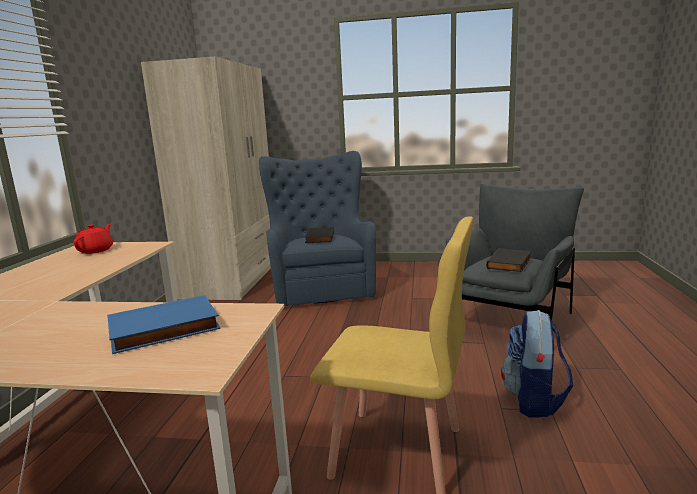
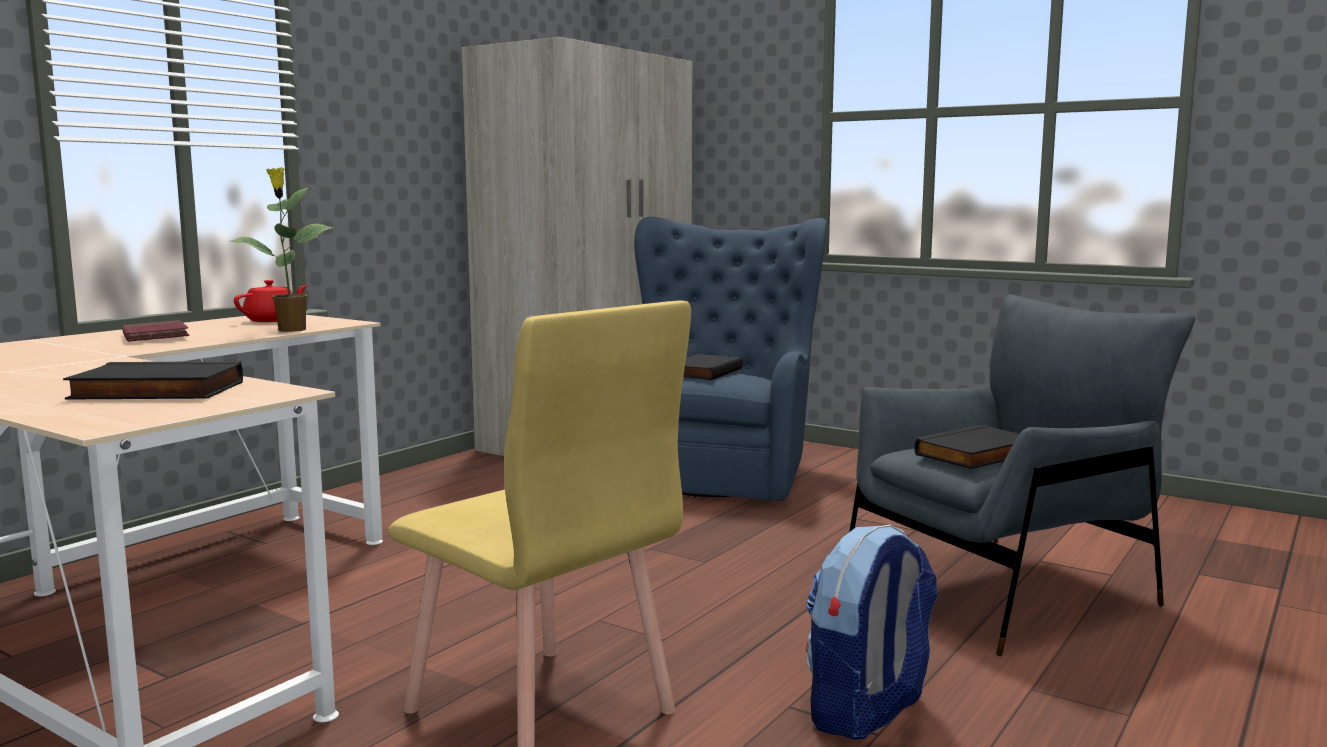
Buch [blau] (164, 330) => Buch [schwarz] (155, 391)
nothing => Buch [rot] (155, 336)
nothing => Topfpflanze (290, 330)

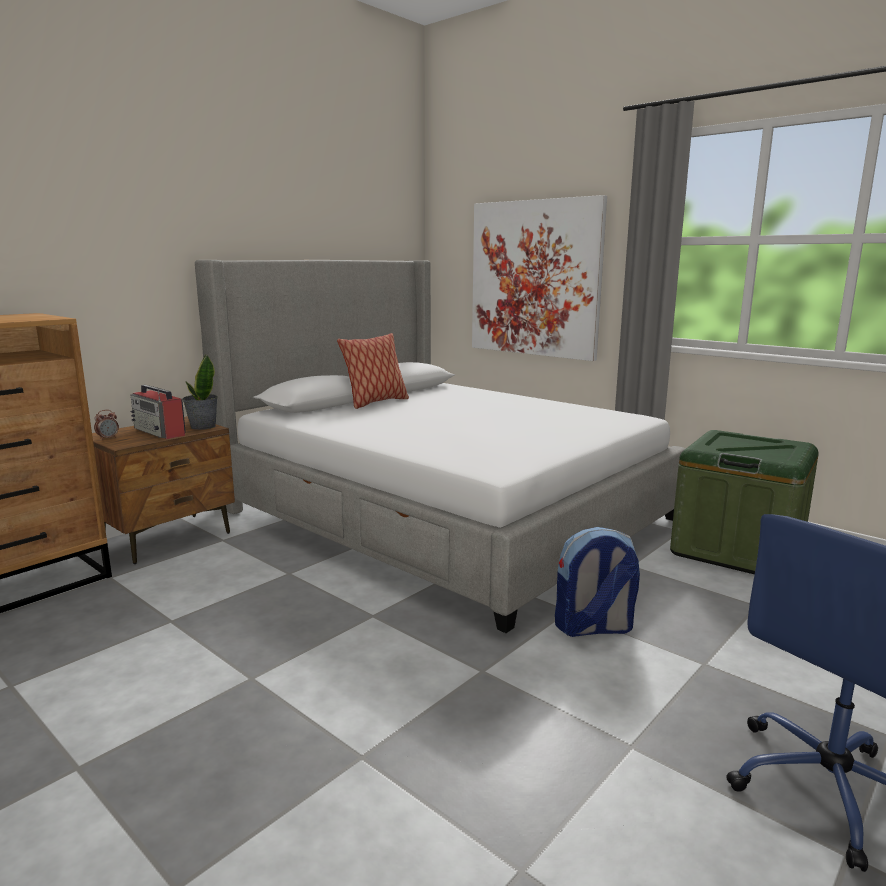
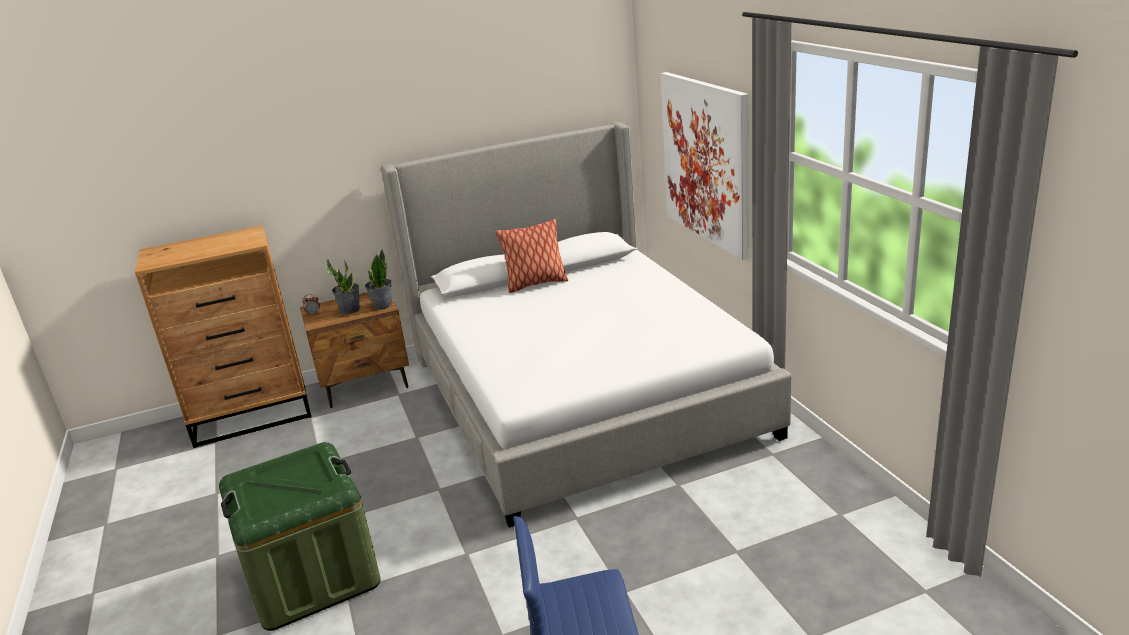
Aufbewahrungsbox [grün] (737, 549) => Aufbewahrungsbox [grün] (312, 576), move
Radio (160, 432) => Topfpflanze (350, 310)
Rucksack (593, 628) => nothing

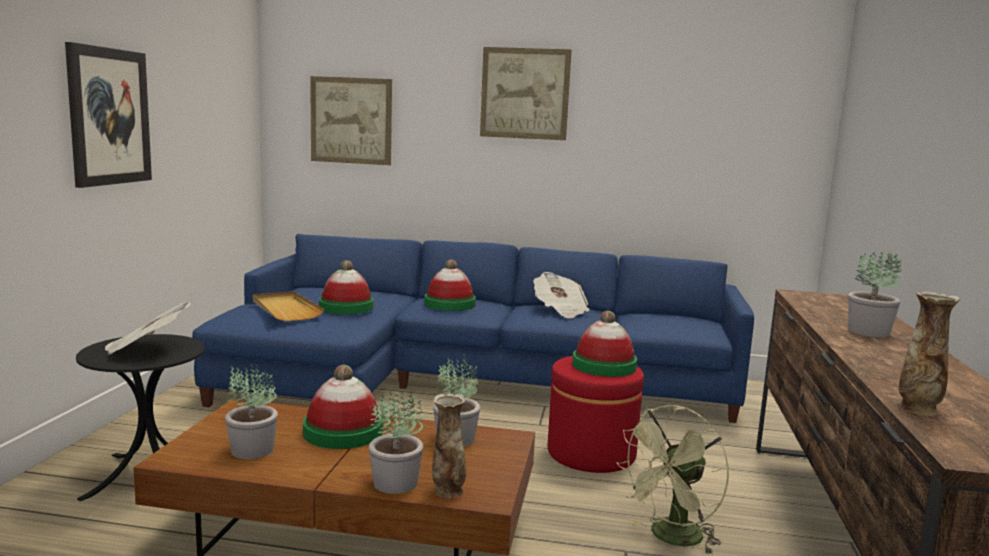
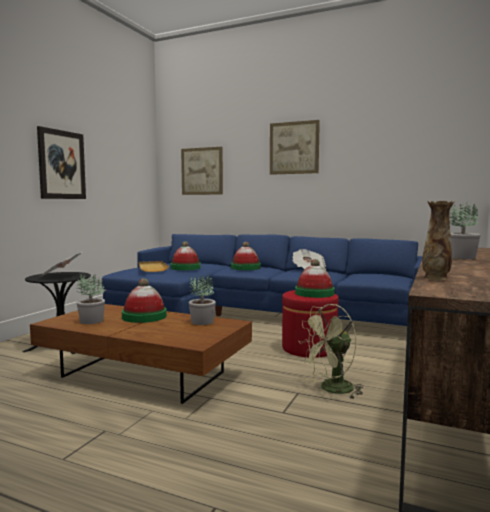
Topfpflanze (396, 483) => nothing
Vase (447, 491) => nothing

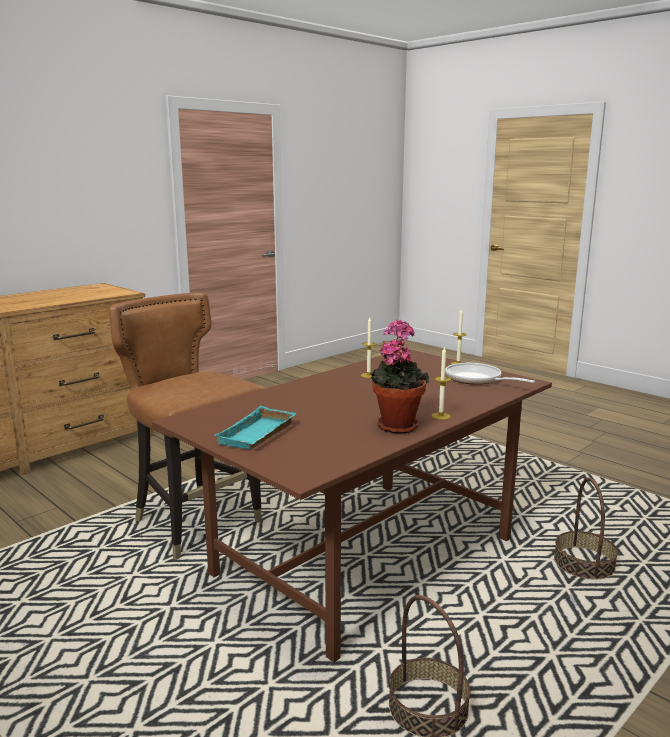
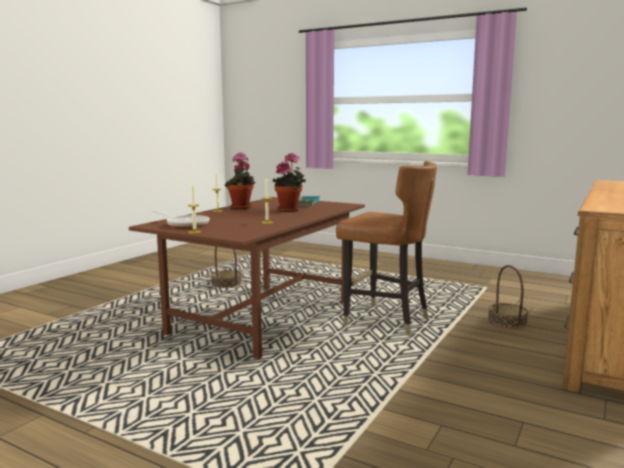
nothing => Topfpflanze (290, 210)
Korb (583, 564) => Korb (507, 321), move

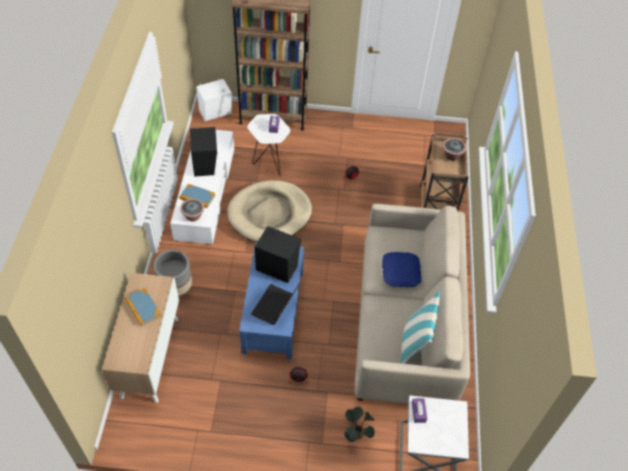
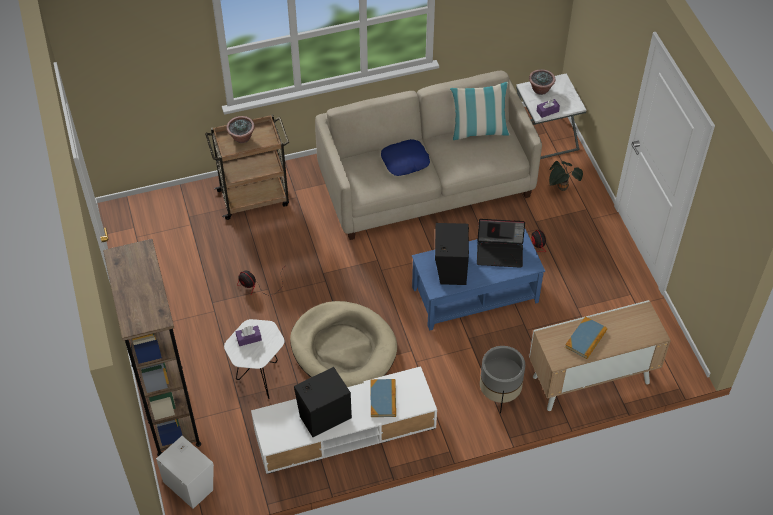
Topfpflanze (193, 216) => Topfpflanze (540, 89), move

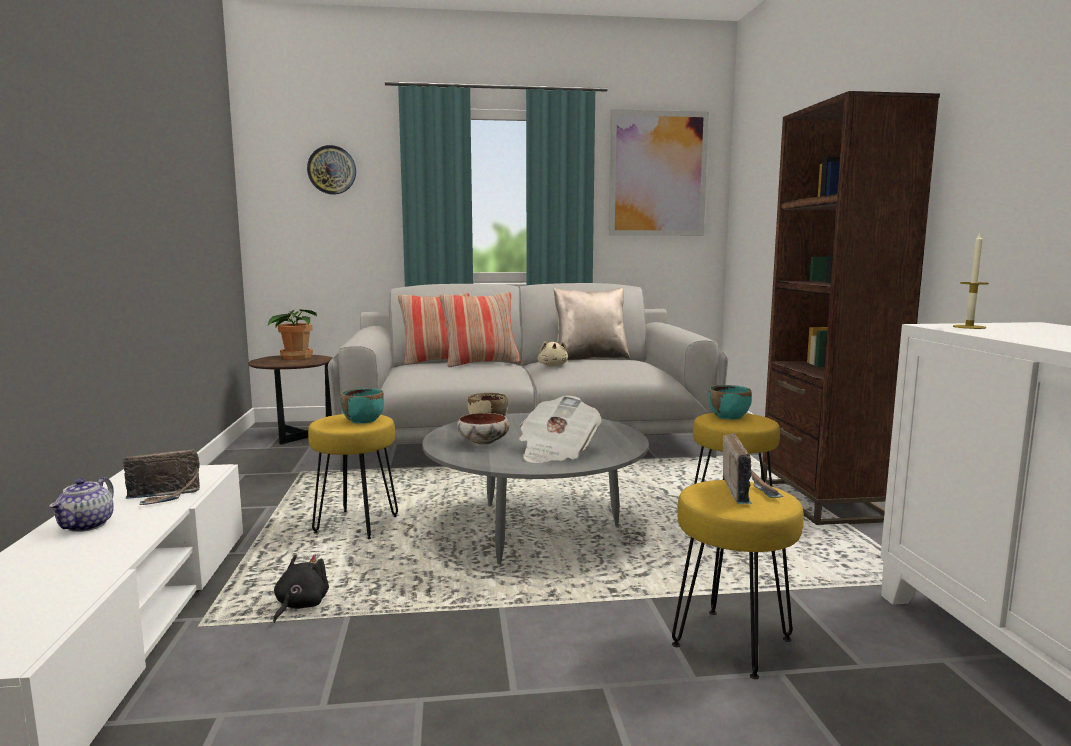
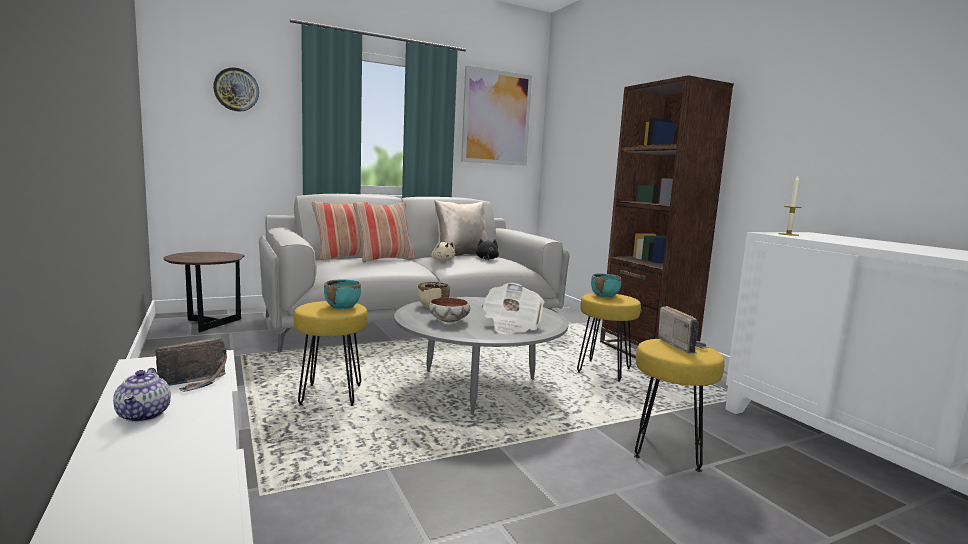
Plüschtier [schwarz] (300, 605) => Plüschtier [schwarz] (486, 259), move
Topfpflanze (295, 357) => nothing

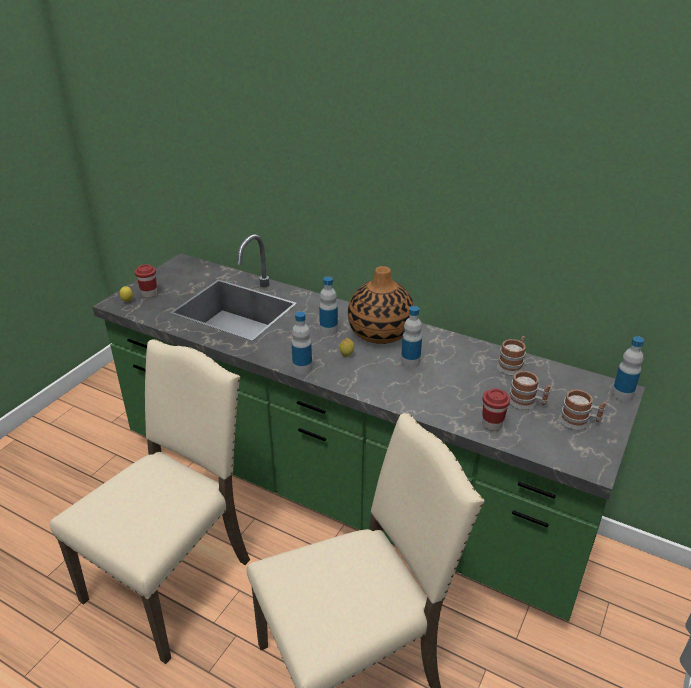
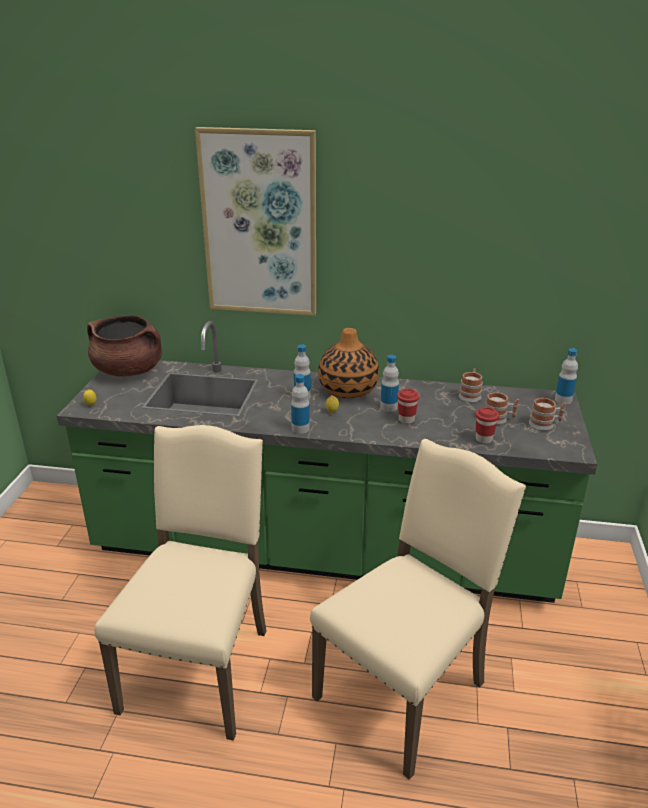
nothing => Kochtopf [braun] (129, 371)
nothing => Bild (260, 224)
Tasse [rot] (149, 294) => Tasse [rot] (406, 420), move

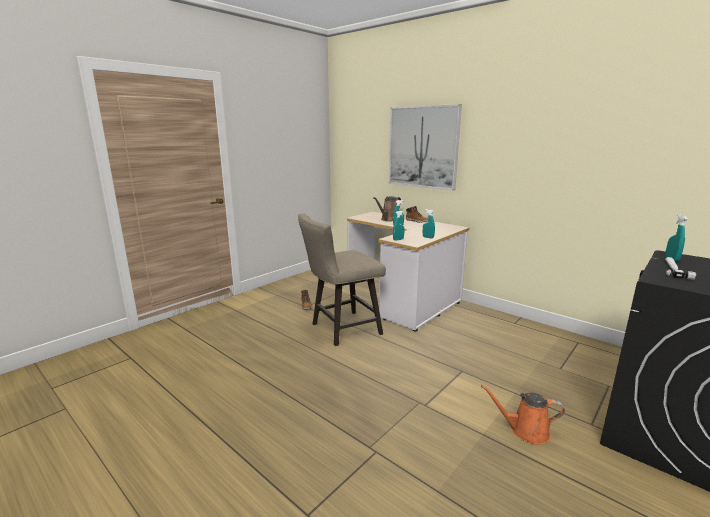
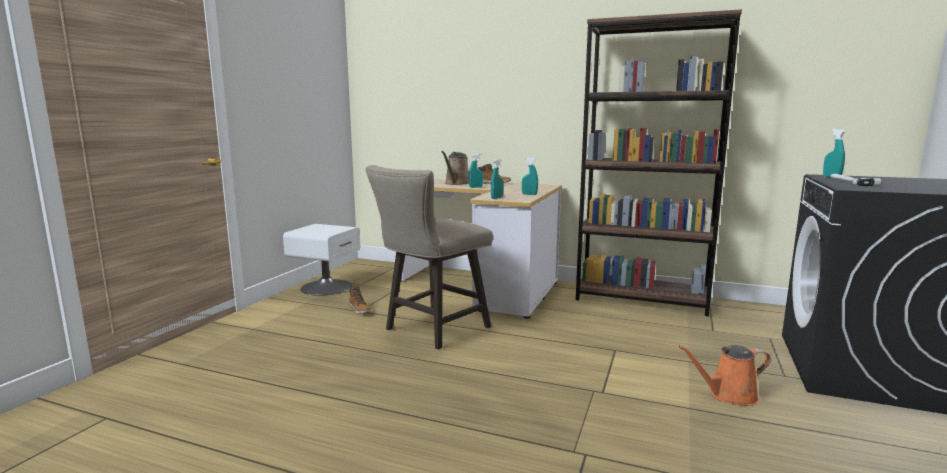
nothing => Nachttisch [weiß] (325, 287)
nothing => Bücherregal [braun] (641, 299)
Bild (423, 147) => nothing

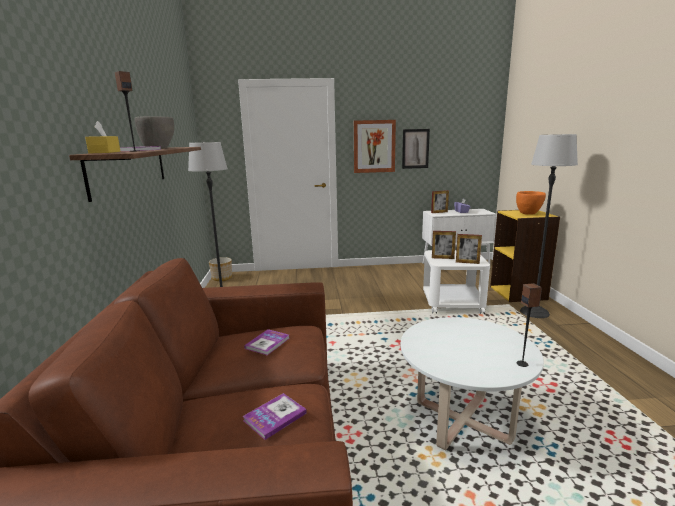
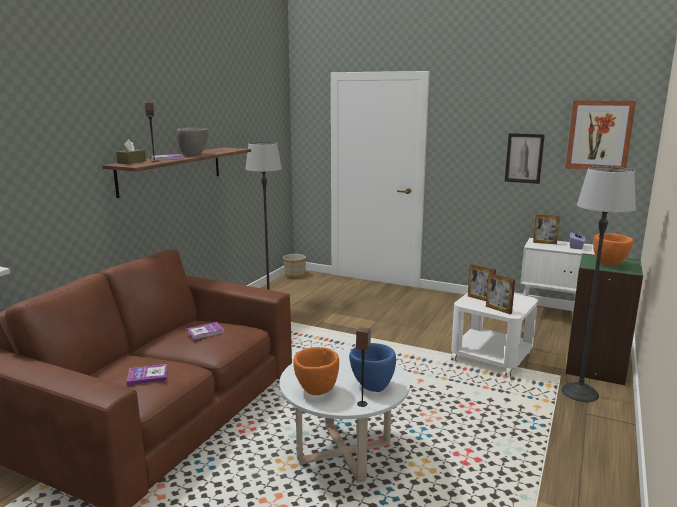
Taschentuchbox [gelb] (105, 152) => Taschentuchbox [braun] (132, 162)
nothing => Schüssel [orange] (316, 391)
nothing => Schüssel [blau] (372, 386)
Bild (374, 146) => Bild (599, 135), move
Bücherregal [gelb] (518, 293) => Bücherregal [grün] (596, 367)

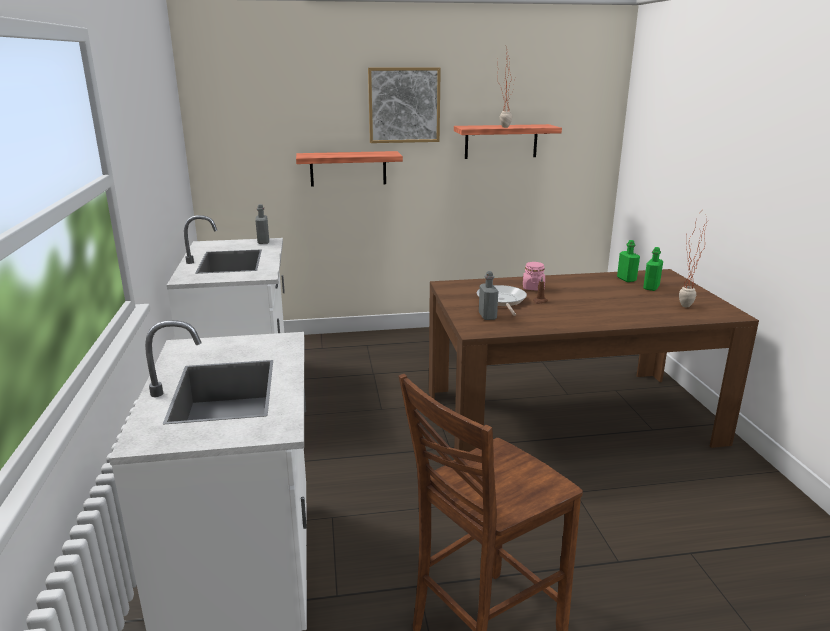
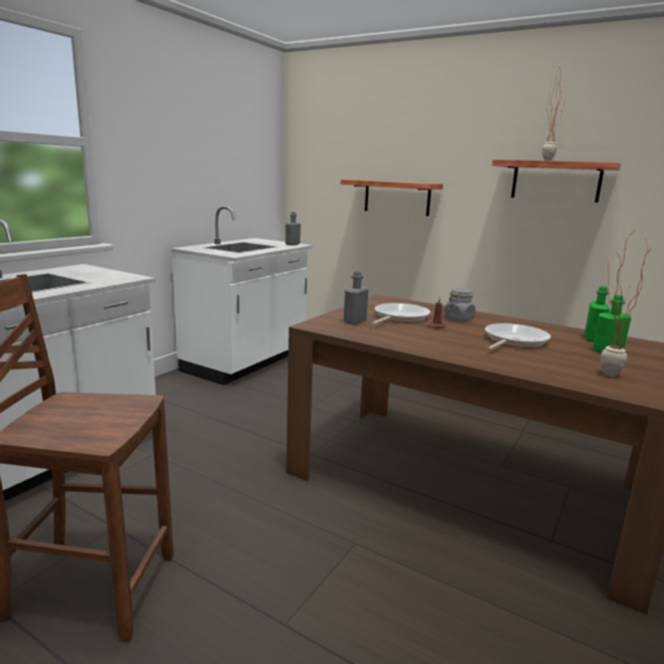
Vorratsglas [rosa] (533, 288) => Vorratsglas [grau] (458, 318)
nothing => Pfanne (513, 341)
Bild (404, 105) => nothing

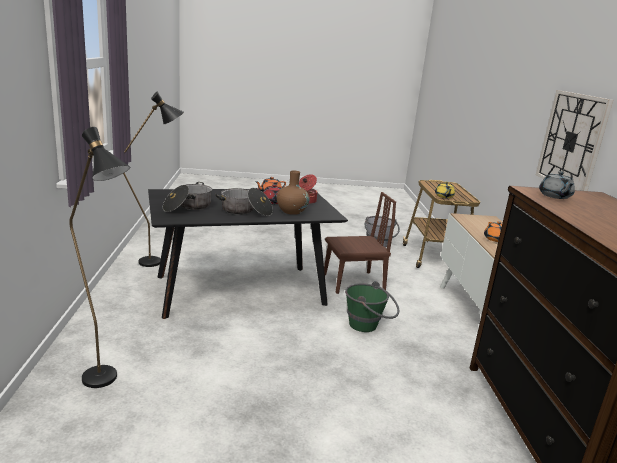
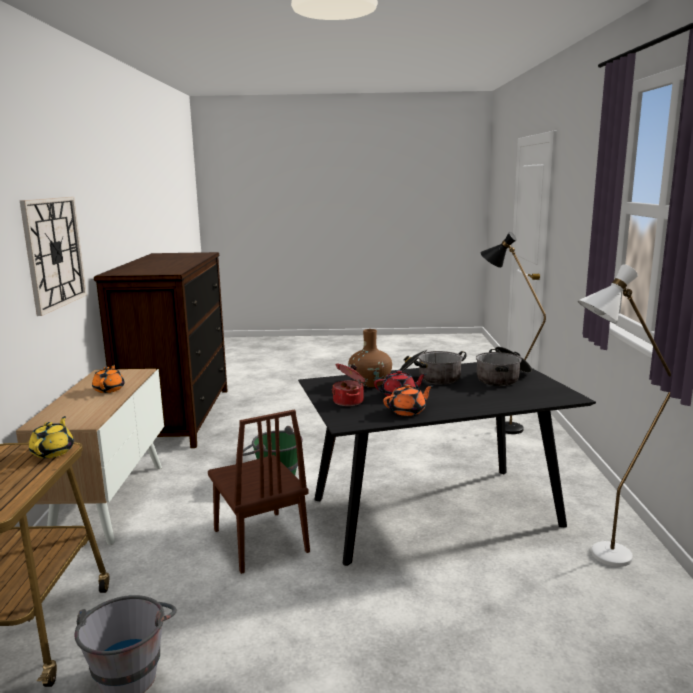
Stuhl [braun] (353, 282) => Stuhl [braun] (260, 540), 105 degrees counterclockwise
Stehlampe [schwarz] (158, 262) => Stehlampe [weiß] (599, 558)
Teekanne [grau] (555, 196) => nothing

